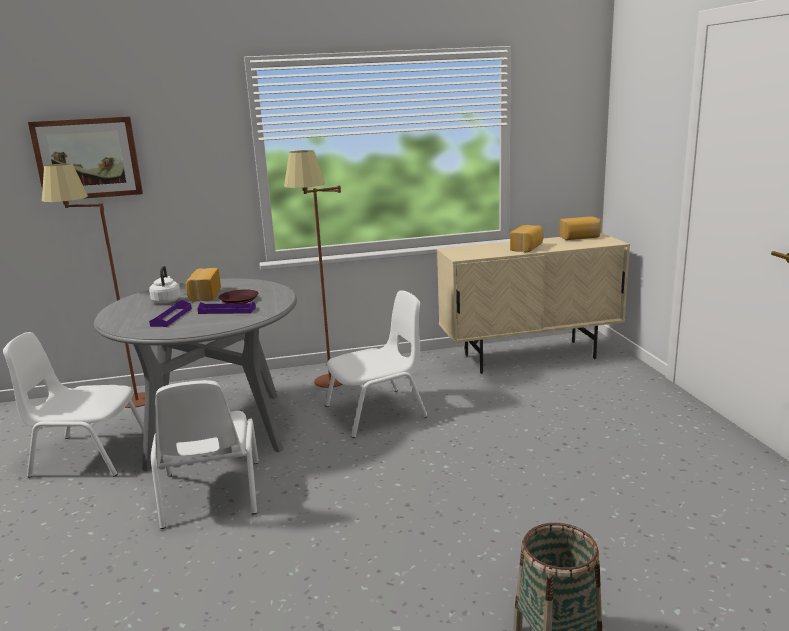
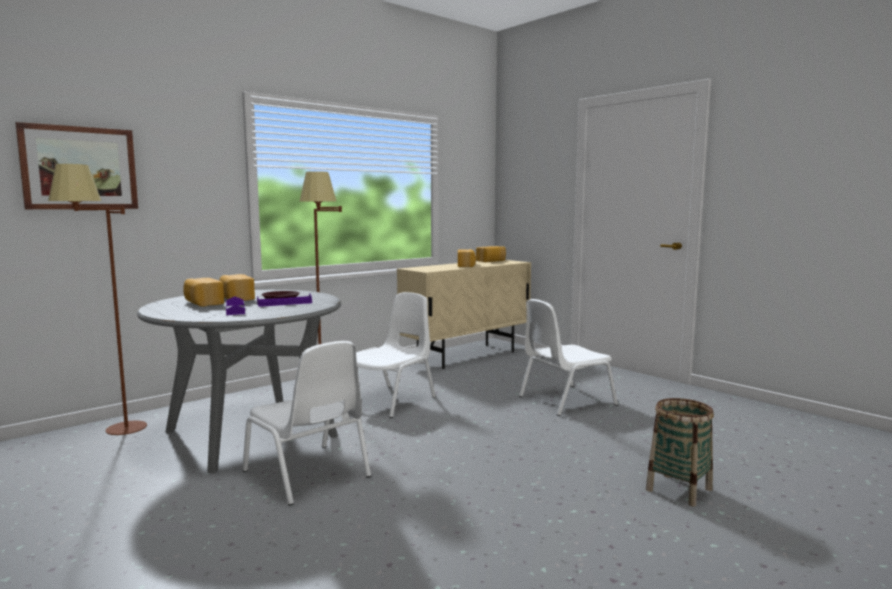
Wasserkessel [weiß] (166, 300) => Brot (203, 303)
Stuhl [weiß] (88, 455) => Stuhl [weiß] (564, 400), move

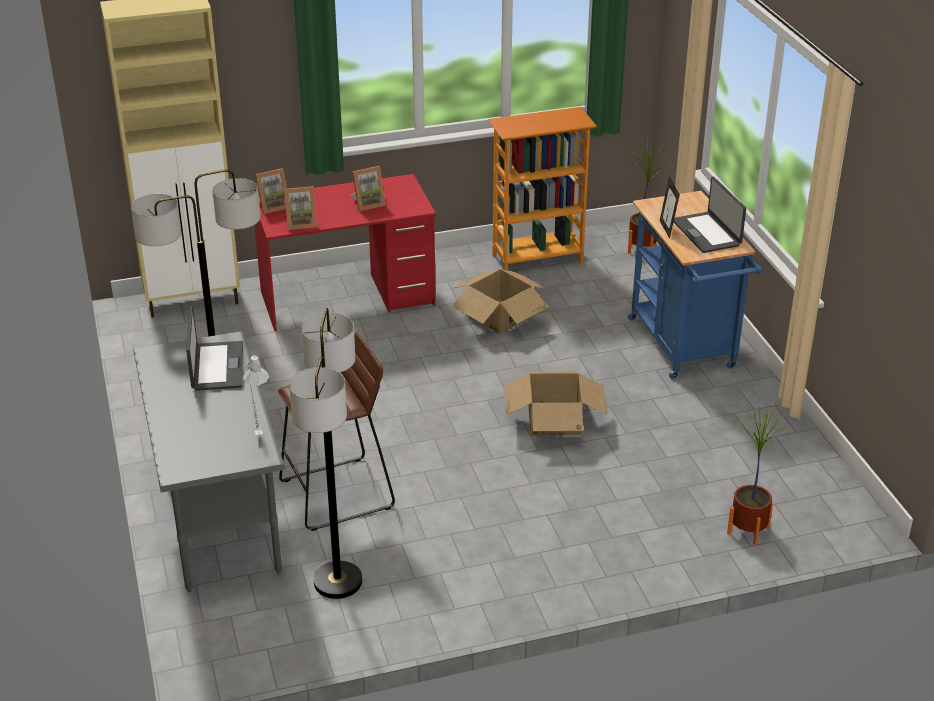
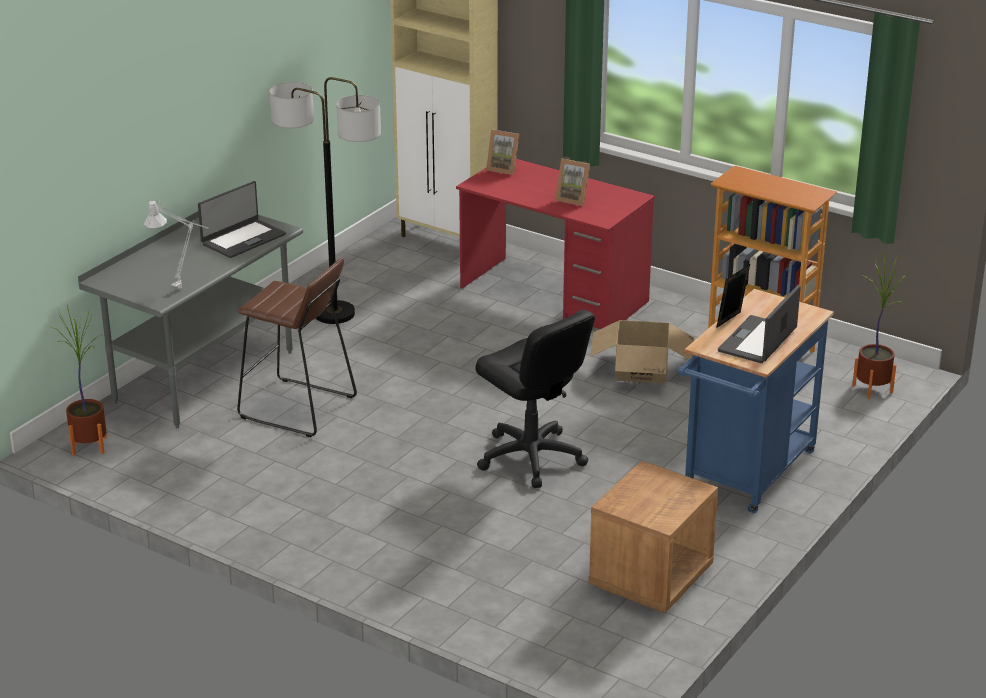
Topfpflanze (747, 531) => Topfpflanze (89, 445), move
Karton (554, 420) => Bürostuhl [schwarz] (531, 458)
nothing => Nachttisch [braun] (651, 578)
Bilderrahmen (301, 223) => nothing
Stehlampe (337, 581) => nothing

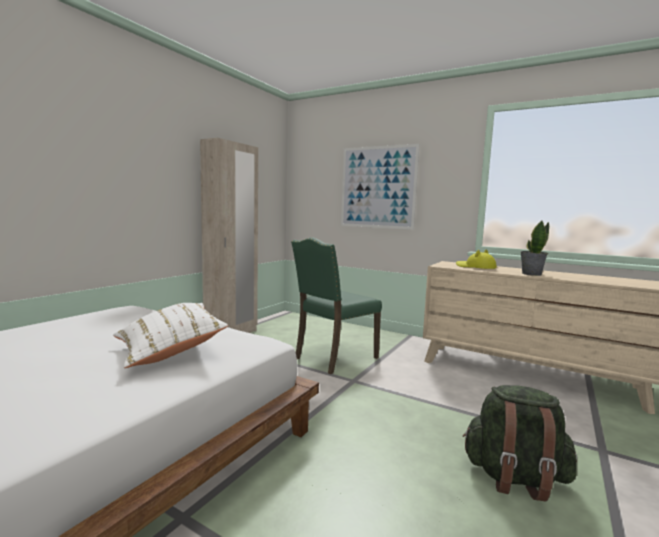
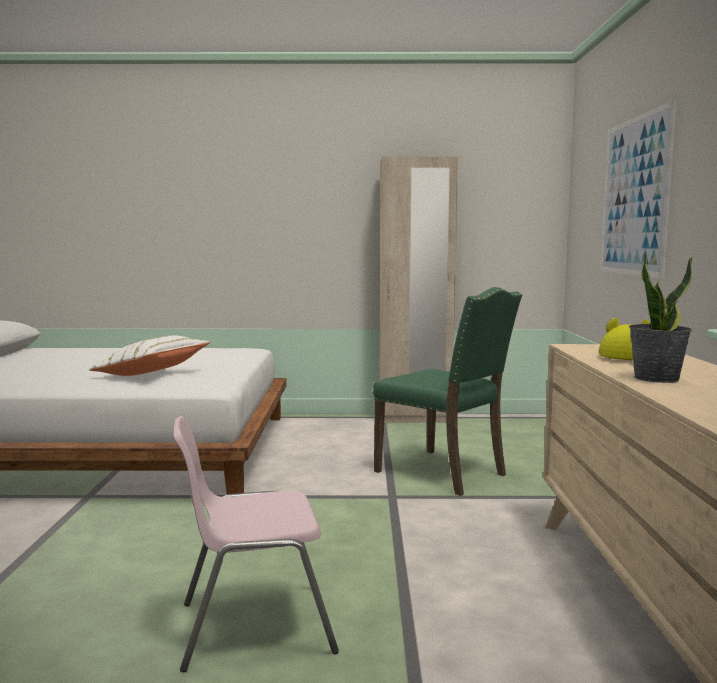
Rucksack [grün] (515, 478) => Stuhl [rosa] (253, 626)
Stuhl [grün] (333, 358) => Stuhl [grün] (444, 473), 150 degrees counterclockwise

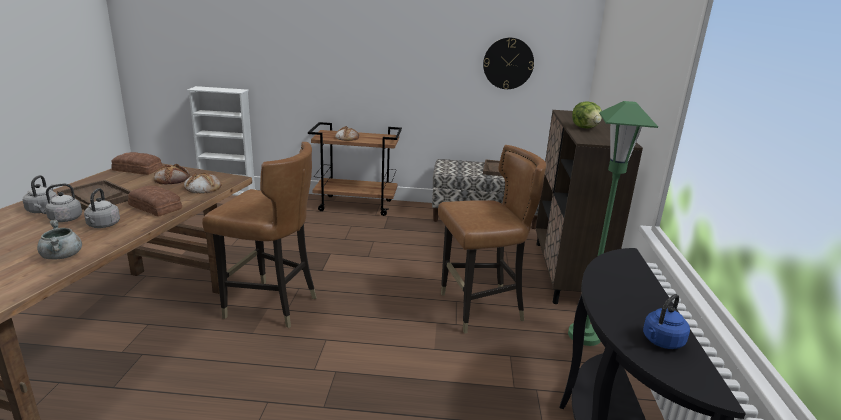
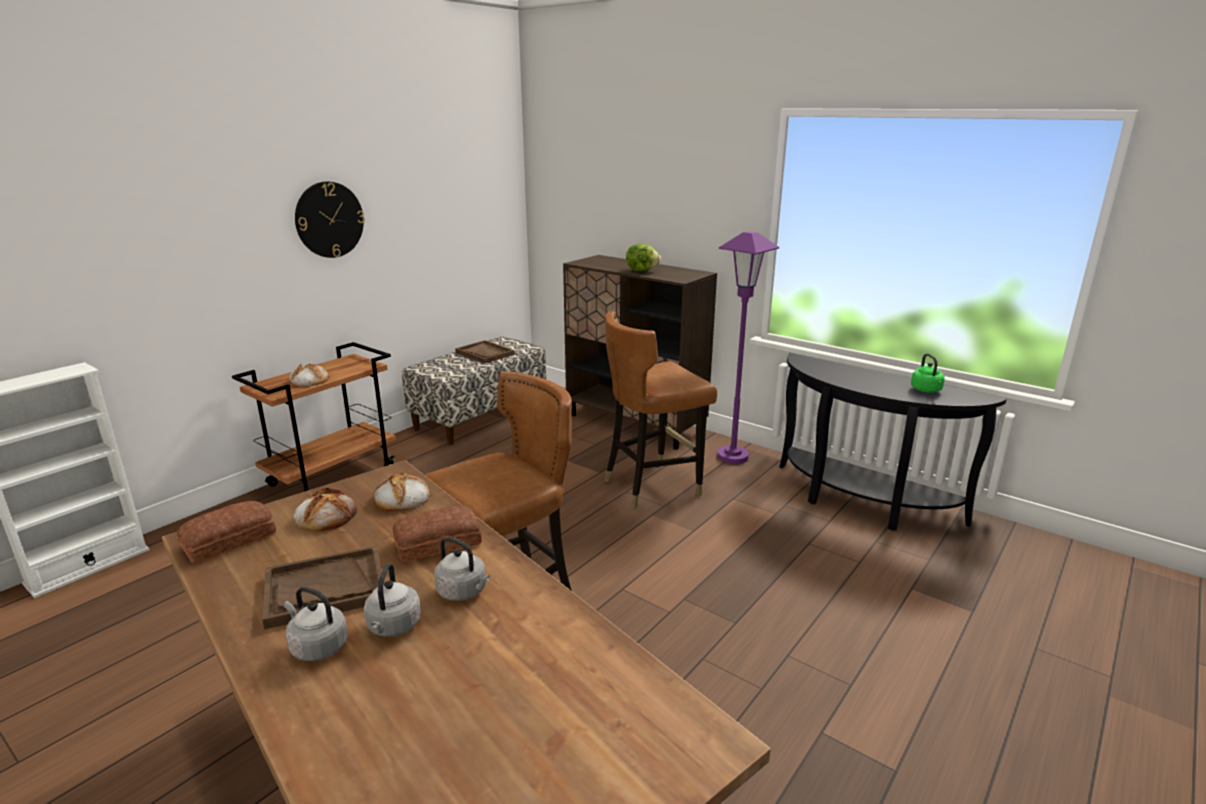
Wanduhr (508, 63) => Wanduhr (329, 220), move
Stuhl [braun] (480, 309) => Stuhl [braun] (652, 485), 135 degrees counterclockwise
Stehlampe [grün] (584, 336) => Stehlampe [lila] (733, 456)
Wasserkessel [blau] (661, 342) => Wasserkessel [grün] (926, 390)
Kochtopf [grau] (62, 256) => nothing

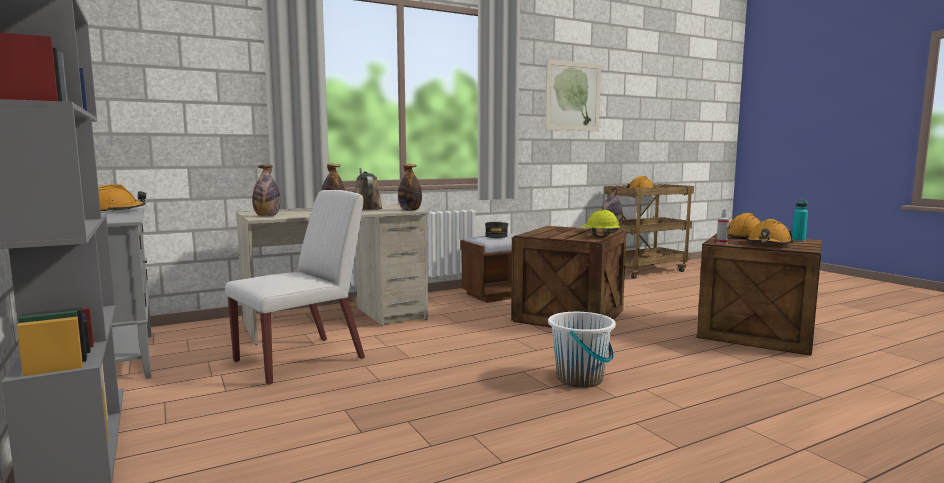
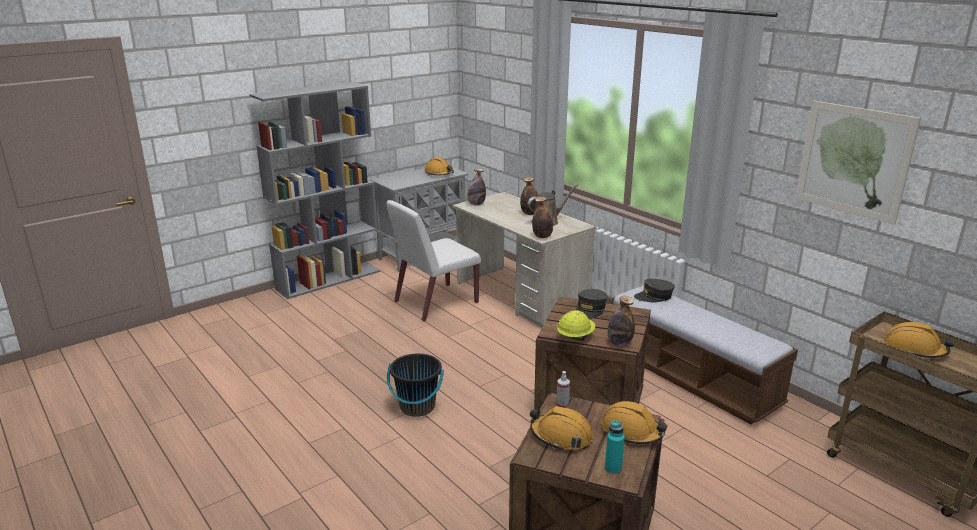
Stuhl [weiß] (301, 359) => Stuhl [weiß] (435, 302), 105 degrees clockwise
Eimer [weiß] (580, 379) => Eimer [schwarz] (417, 407)
nothing => Kappe [grau] (590, 310)

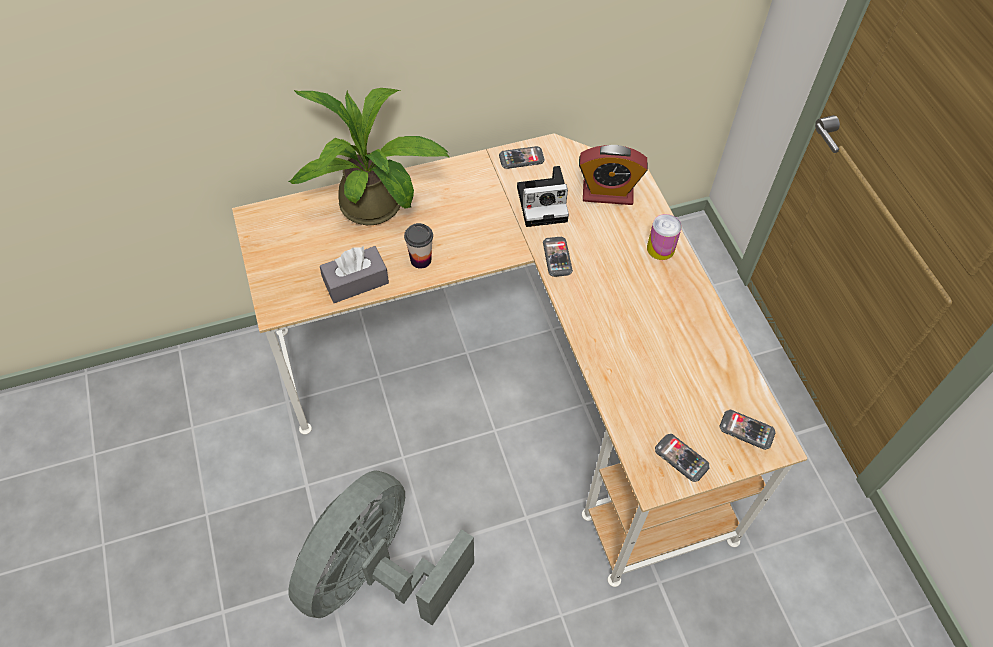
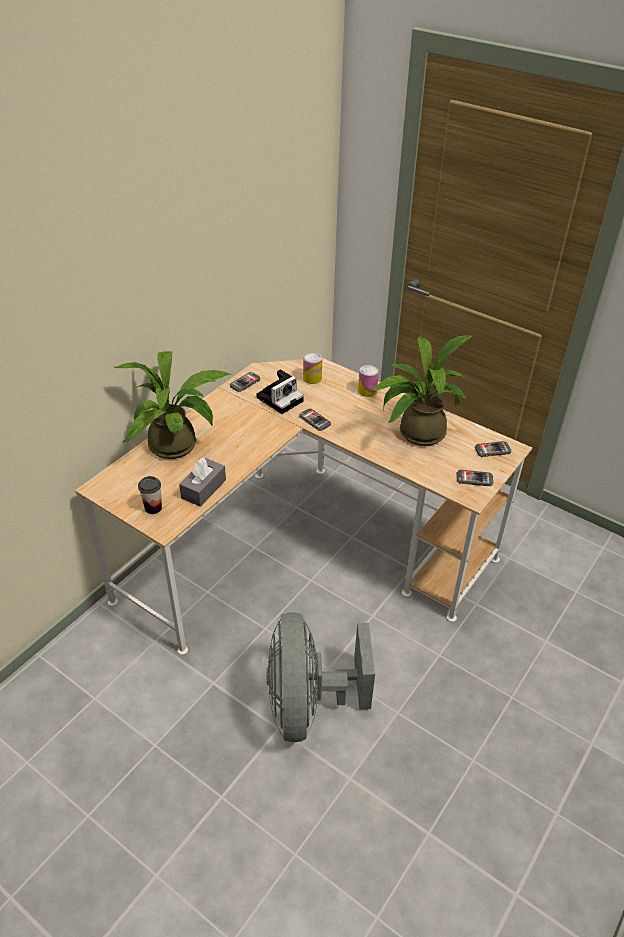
Tasse (420, 260) => Tasse (153, 508), move
Wecker (607, 193) => Dose (312, 378)
nothing => Topfpflanze (416, 433)

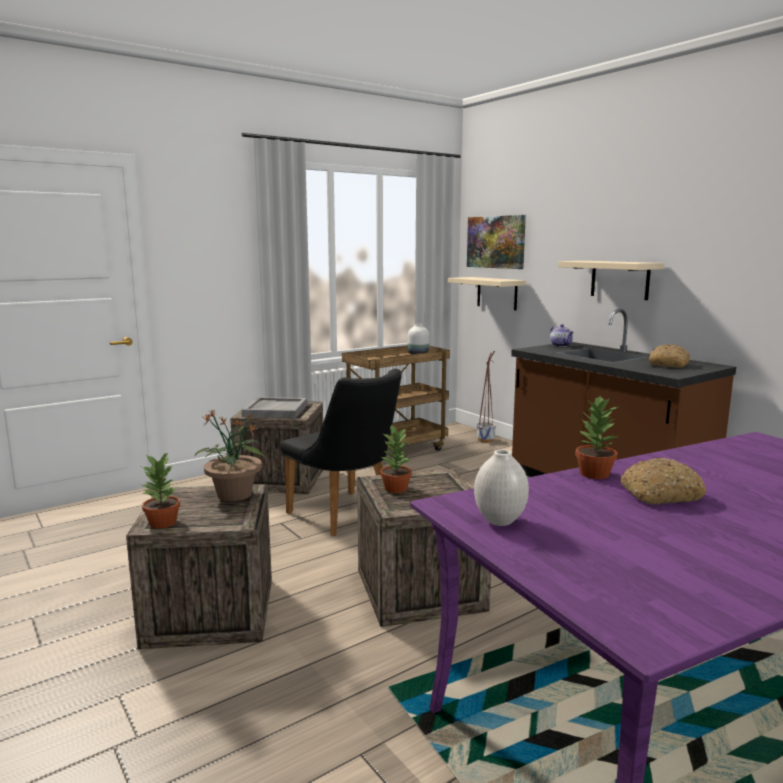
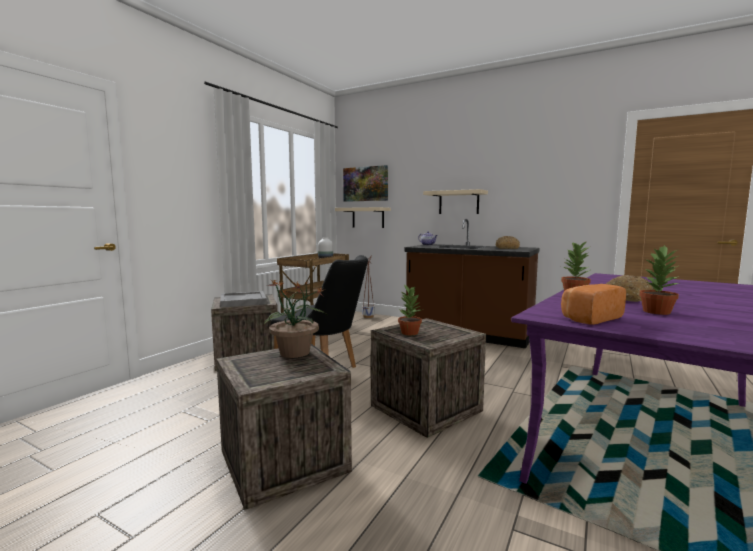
Vase [weiß] (500, 521) => Brot (589, 318)
Topfpflanze (163, 523) => Topfpflanze (657, 312), move

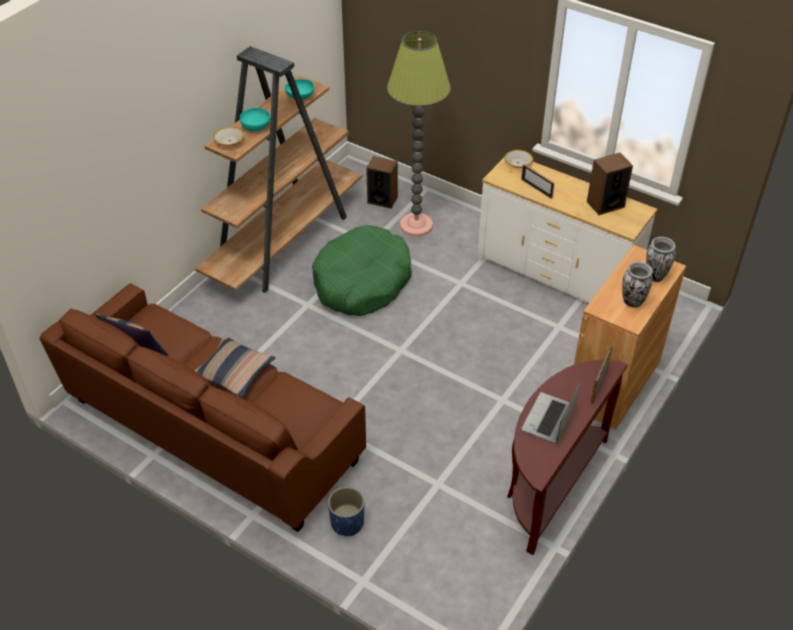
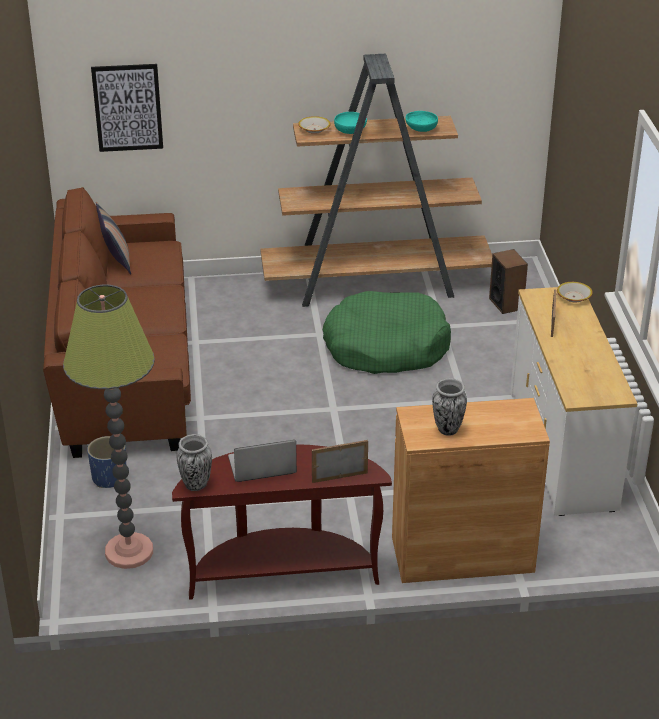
Stehlampe (416, 225) => Stehlampe (129, 552), move
nothing => Bild (127, 107)
Vase (655, 276) => Vase (196, 484), move
Kissen (234, 372) => nothing
Lautsprecher (605, 204) => nothing

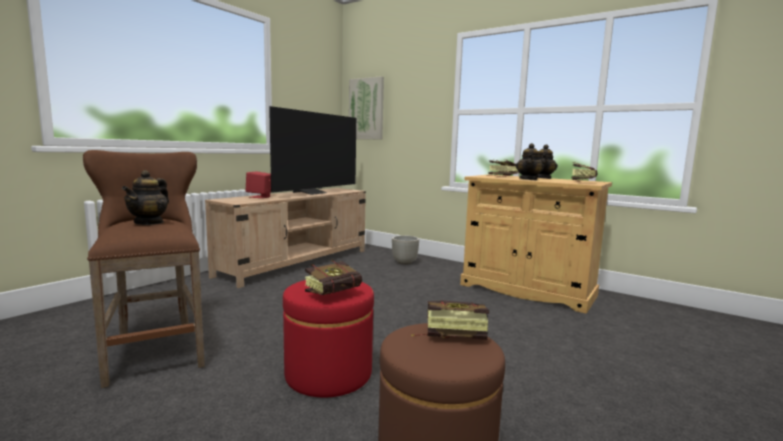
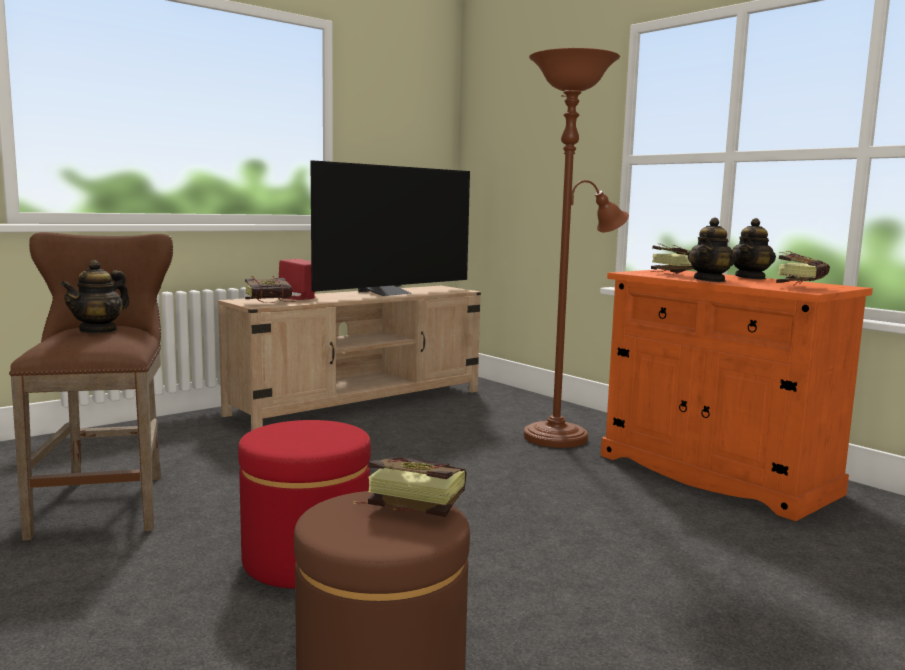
Buch (338, 294) => Buch (273, 303), move
nothing => Stehlampe [braun] (562, 436)
Schrank [beige] (527, 290) => Schrank [orange] (715, 474)
Bild (366, 109) => nothing
Pflanzkübel [grau] (405, 262) => nothing

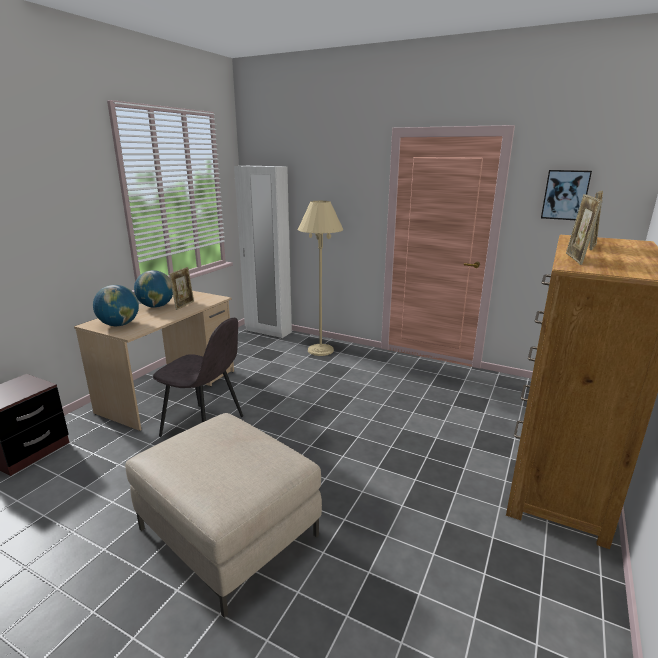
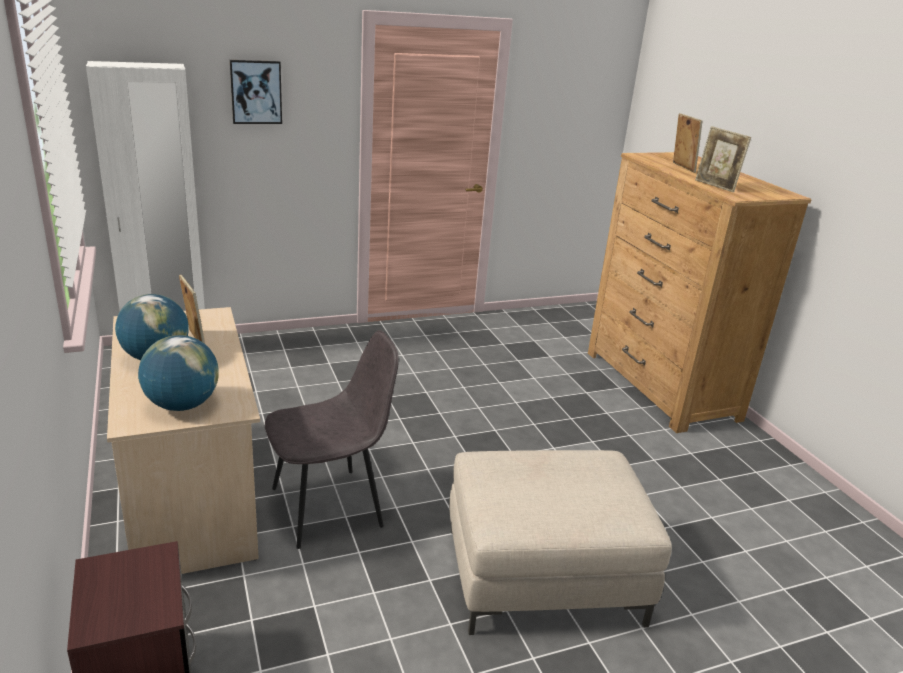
Bild (565, 195) => Bild (256, 92), move
Stehlampe [beige] (320, 350) => nothing

